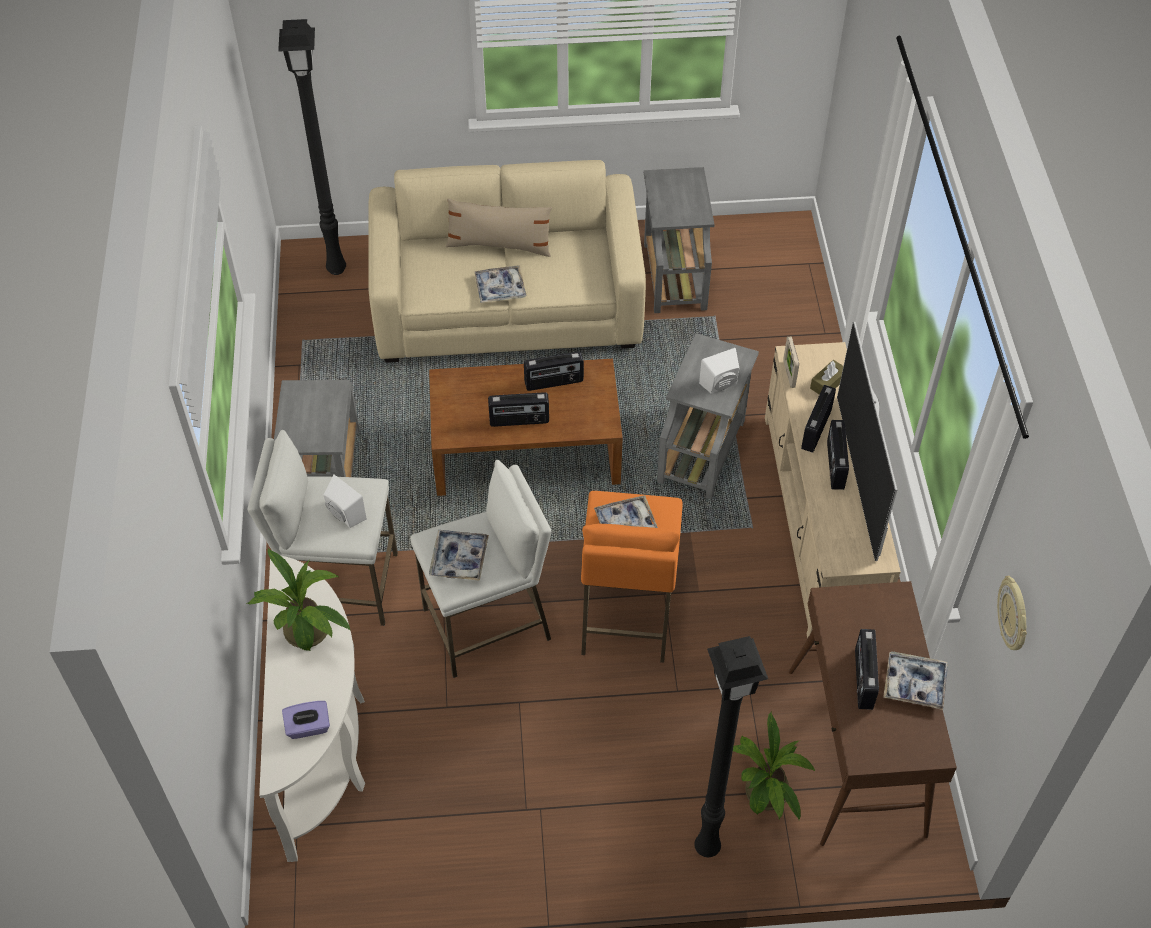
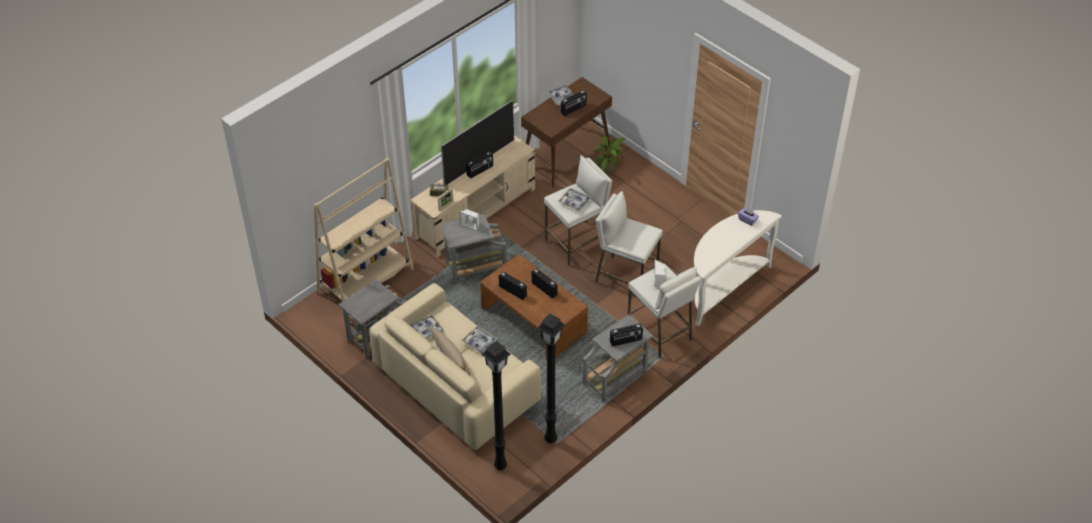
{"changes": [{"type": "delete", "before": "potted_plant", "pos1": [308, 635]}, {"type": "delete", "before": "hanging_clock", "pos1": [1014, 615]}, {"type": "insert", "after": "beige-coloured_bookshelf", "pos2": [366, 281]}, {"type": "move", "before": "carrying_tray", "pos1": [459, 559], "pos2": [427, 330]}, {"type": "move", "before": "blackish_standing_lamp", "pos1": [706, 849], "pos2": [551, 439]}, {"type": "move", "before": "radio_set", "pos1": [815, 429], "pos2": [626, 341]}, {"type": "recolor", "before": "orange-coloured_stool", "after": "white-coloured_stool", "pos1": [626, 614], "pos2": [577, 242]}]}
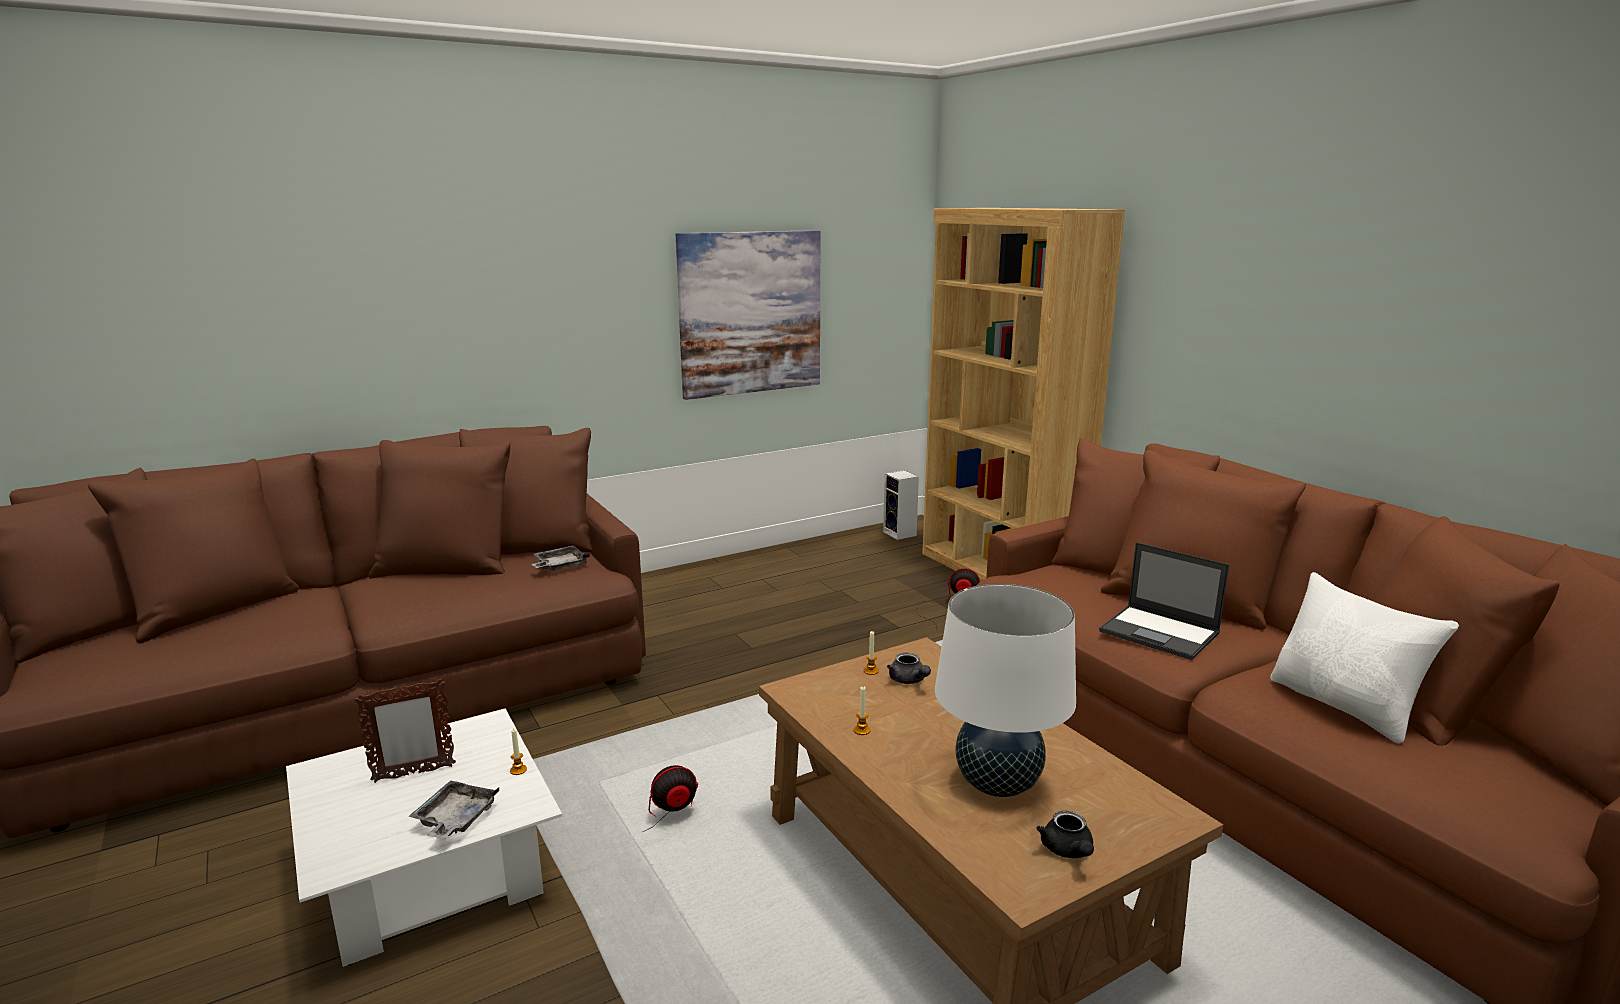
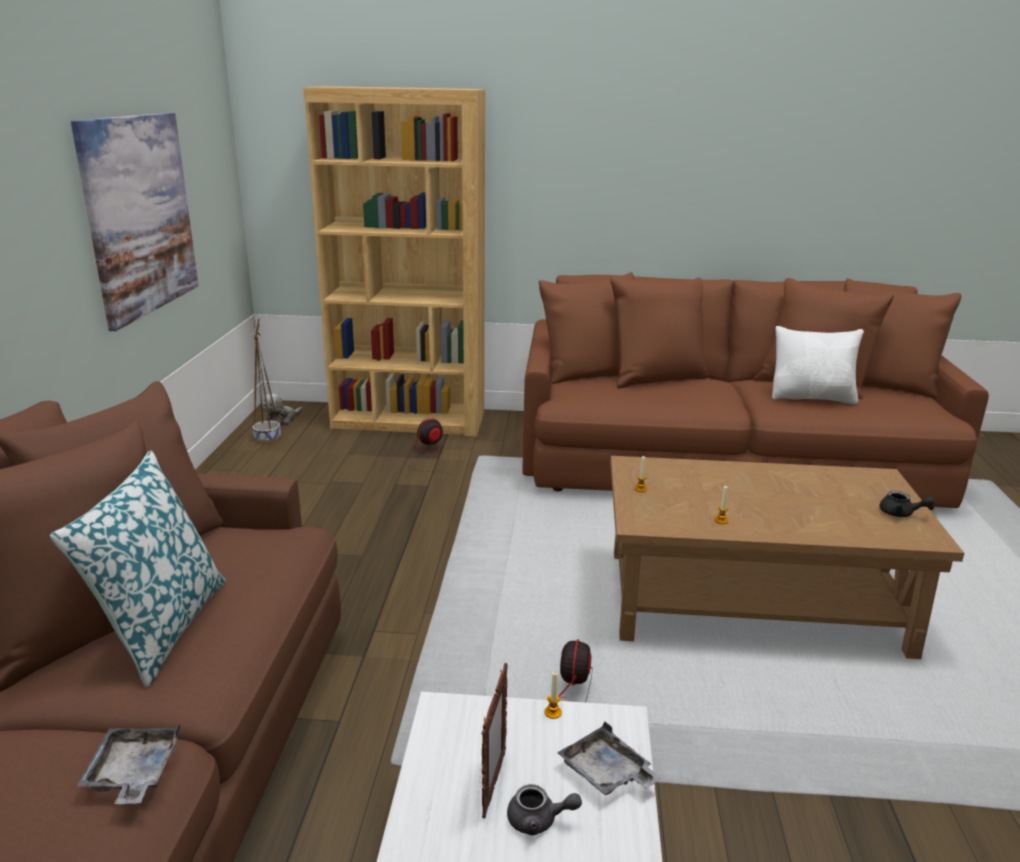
{"changes": [{"type": "delete", "before": "white-coloured_table_lamp", "pos1": [997, 784]}, {"type": "delete", "before": "laptop", "pos1": [1160, 633]}, {"type": "insert", "after": "pillow", "pos2": [161, 628]}, {"type": "insert", "after": "brown_flower_pot", "pos2": [268, 438]}, {"type": "move", "before": "greyish_carrying_tray", "pos1": [560, 566], "pos2": [133, 774]}, {"type": "move", "before": "greyish_tea_pot", "pos1": [909, 680], "pos2": [539, 820]}, {"type": "replace", "before": "speaker", "after": "soft_toy", "pos1": [901, 534], "pos2": [282, 420]}]}
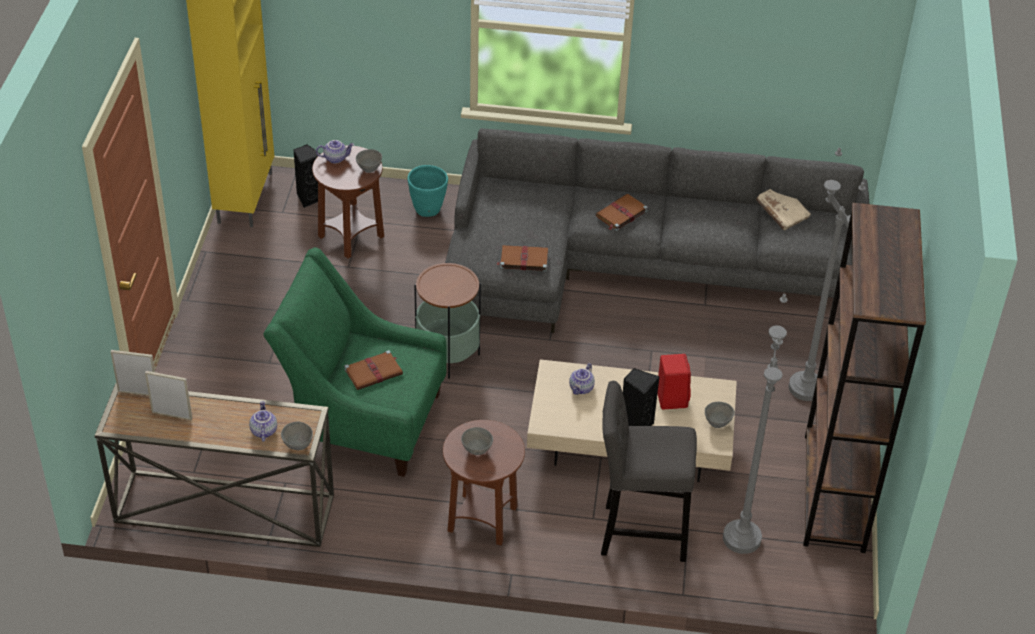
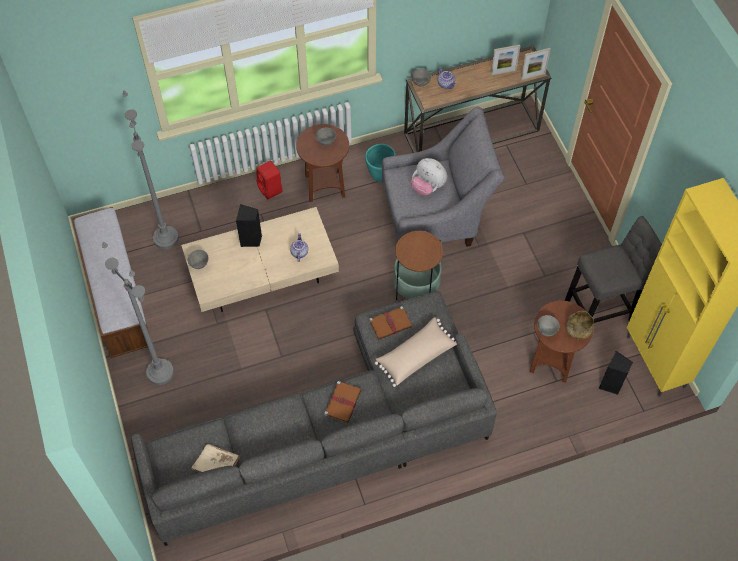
{"changes": [{"type": "insert", "after": "beige-coloured_pillow", "pos2": [415, 356]}, {"type": "move", "before": "blue-green_flower_pot", "pos1": [428, 210], "pos2": [380, 175]}, {"type": "move", "before": "greyish_stool", "pos1": [638, 533], "pos2": [601, 311]}, {"type": "move", "before": "red-coloured_speaker", "pos1": [671, 397], "pos2": [271, 190]}, {"type": "replace", "before": "tea_pot", "after": "beige-coloured_bowl", "pos1": [335, 158], "pos2": [578, 330]}, {"type": "replace", "before": "brown_bound_book", "after": "soft_toy", "pos1": [374, 372], "pos2": [427, 187]}, {"type": "replace", "before": "brown_bookshelf", "after": "bench", "pos1": [834, 493], "pos2": [117, 295]}, {"type": "recolor", "before": "greenish_armchair", "after": "greyish_armchair", "pos1": [362, 421], "pos2": [436, 218]}]}
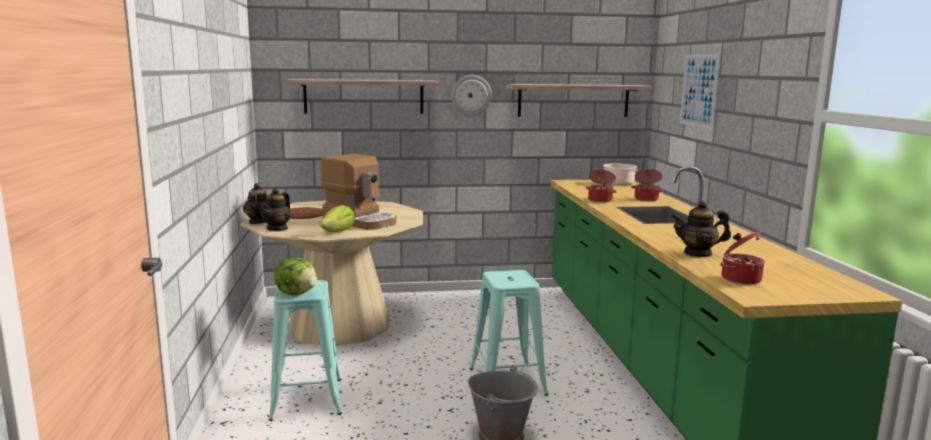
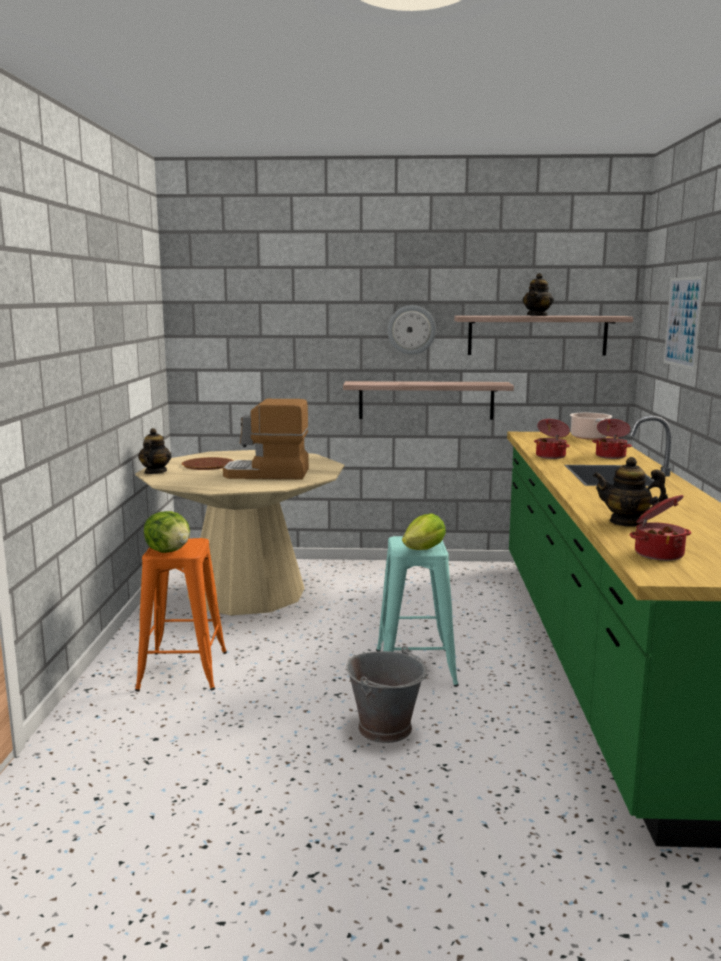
{"changes": [{"type": "move", "before": "tea_pot", "pos1": [277, 228], "pos2": [537, 315]}, {"type": "move", "before": "wall_shelf", "pos1": [364, 96], "pos2": [426, 400]}, {"type": "move", "before": "lettuce", "pos1": [338, 232], "pos2": [424, 549]}, {"type": "recolor", "before": "blue-green_stool", "after": "orange-coloured_stool", "pos1": [306, 399], "pos2": [183, 670]}, {"type": "rotate", "before": "coffee_machine", "pos1": [361, 221], "pos2": [267, 474], "turn": 135}]}
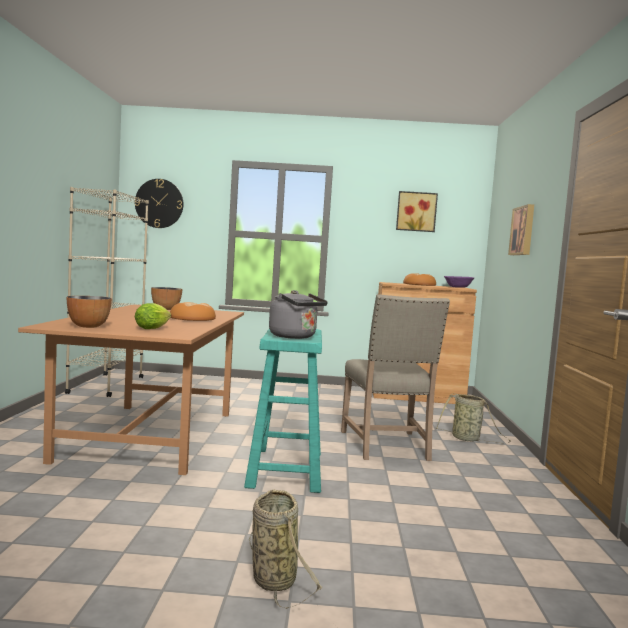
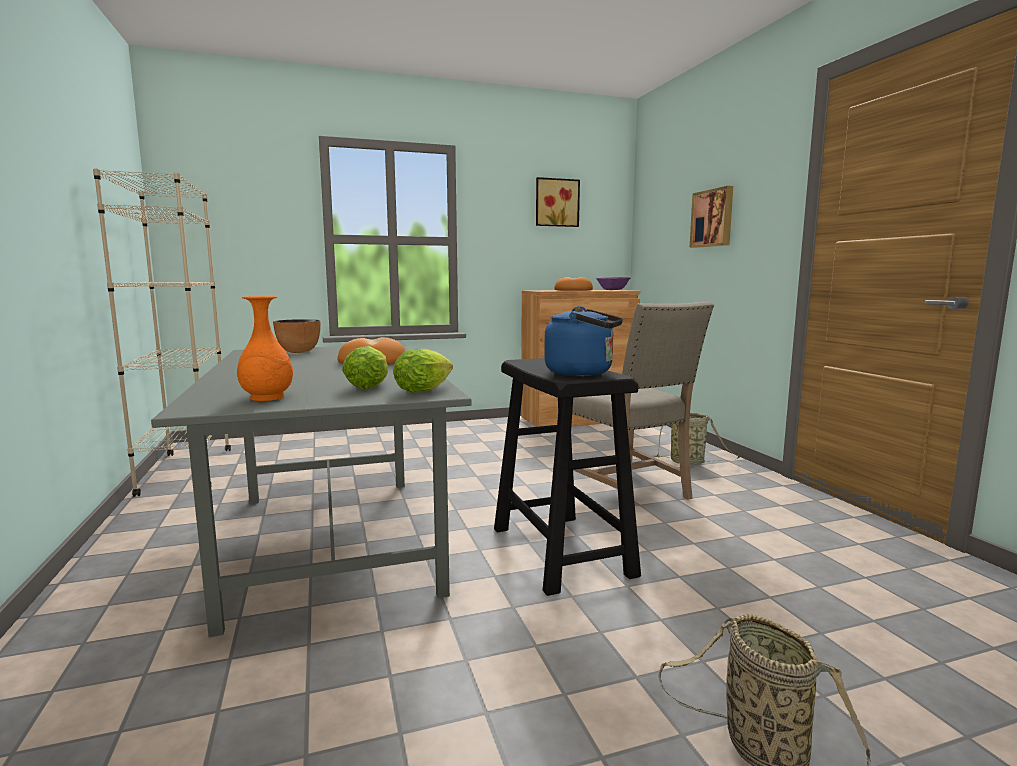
{"changes": [{"type": "delete", "before": "hanging_clock", "pos1": [159, 203]}, {"type": "insert", "after": "lettuce", "pos2": [426, 390]}, {"type": "replace", "before": "bowl", "after": "orange-coloured_flower_vase", "pos1": [88, 326], "pos2": [267, 398]}, {"type": "recolor", "before": "brown_kitchen_table", "after": "greyish_kitchen_table", "pos1": [151, 436], "pos2": [334, 541]}, {"type": "recolor", "before": "blue-green_stool", "after": "blackish_stool", "pos1": [285, 469], "pos2": [561, 551]}, {"type": "recolor", "before": "greyish_water_kettle", "after": "blue_water_kettle", "pos1": [295, 337], "pos2": [583, 373]}]}
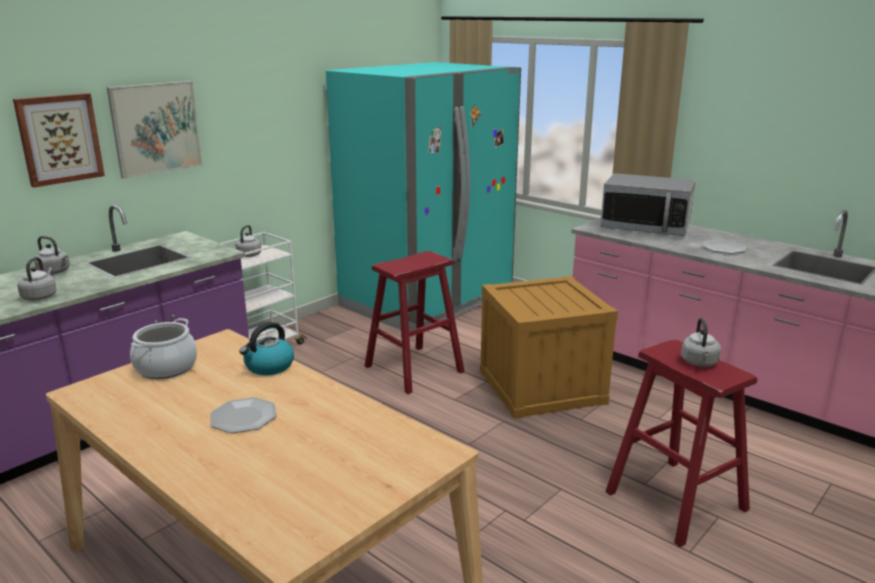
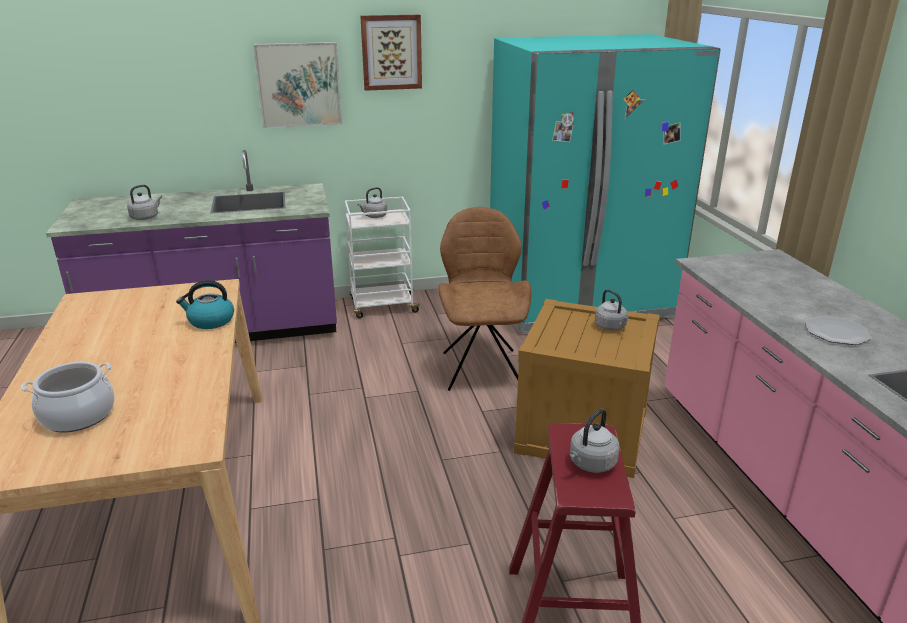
{"changes": [{"type": "delete", "before": "dinner_plate", "pos1": [243, 417]}, {"type": "delete", "before": "microwave", "pos1": [645, 227]}, {"type": "move", "before": "wall_picture", "pos1": [59, 139], "pos2": [391, 52]}, {"type": "move", "before": "greyish_water_kettle", "pos1": [55, 272], "pos2": [611, 327]}, {"type": "move", "before": "saucepot", "pos1": [166, 367], "pos2": [78, 415]}, {"type": "replace", "before": "red-coloured_stool", "after": "brown_plain_chair", "pos1": [414, 369], "pos2": [481, 368]}]}
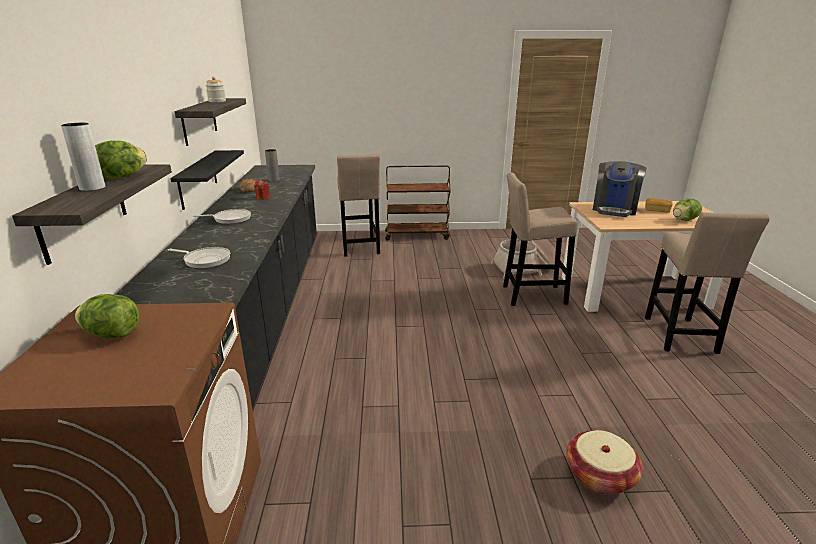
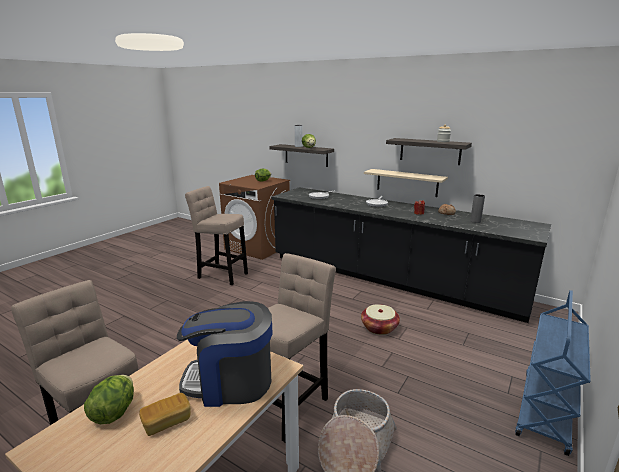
{"changes": [{"type": "move", "before": "beige-coloured_stool", "pos1": [360, 248], "pos2": [221, 275]}, {"type": "move", "before": "storage_basket", "pos1": [600, 475], "pos2": [379, 328]}, {"type": "recolor", "before": "blackish_wall_shelf", "after": "beige-coloured_wall_shelf", "pos1": [198, 179], "pos2": [407, 182]}, {"type": "recolor", "before": "brown_trolley", "after": "blue_trolley", "pos1": [417, 235], "pos2": [545, 412]}, {"type": "rotate", "before": "coffee_machine", "pos1": [614, 209], "pos2": [230, 381], "turn": -60}]}
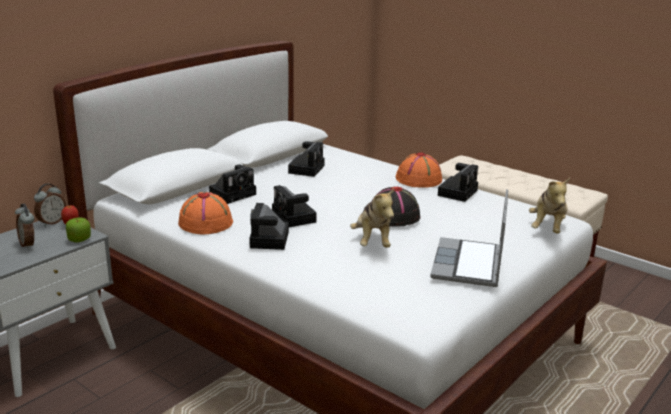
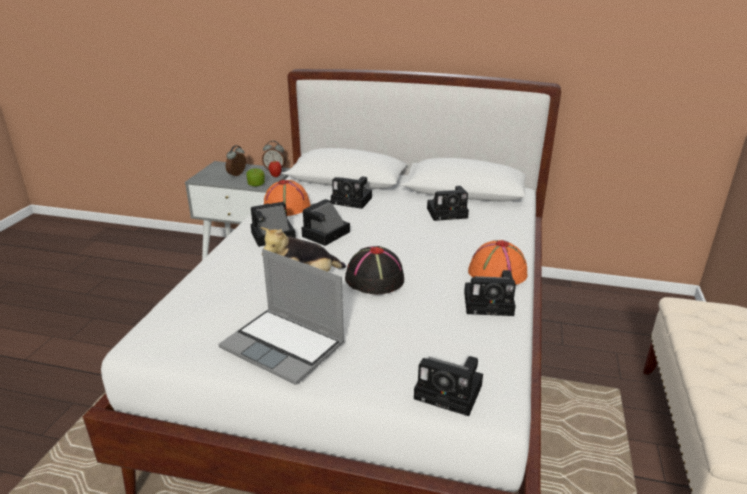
{"changes": [{"type": "replace", "before": "soft_toy", "after": "still_camera", "pos1": [547, 228], "pos2": [451, 392]}, {"type": "rotate", "before": "laptop", "pos1": [468, 265], "pos2": [285, 346], "turn": -135}]}
